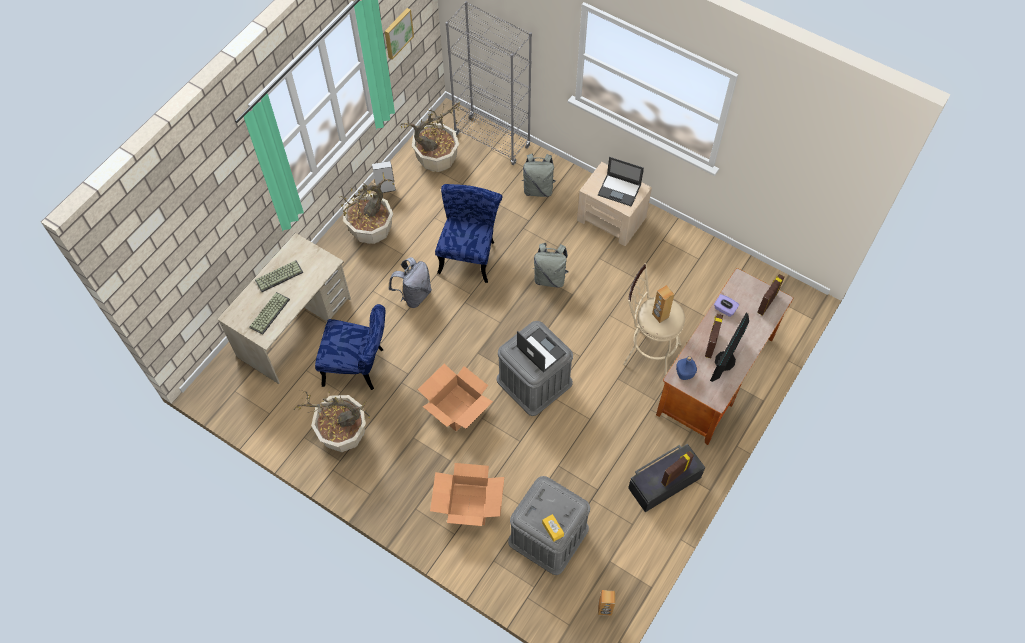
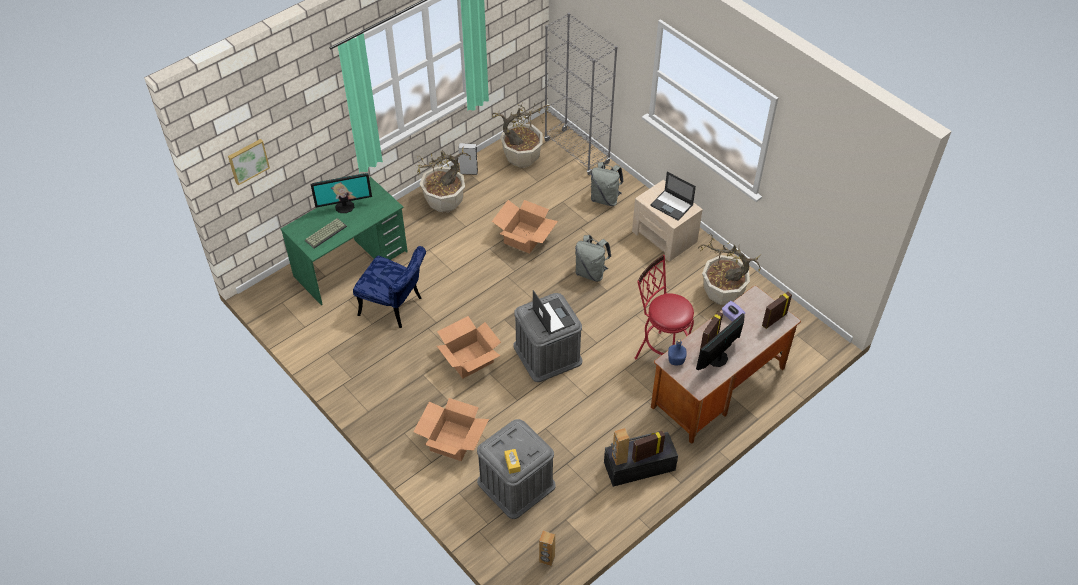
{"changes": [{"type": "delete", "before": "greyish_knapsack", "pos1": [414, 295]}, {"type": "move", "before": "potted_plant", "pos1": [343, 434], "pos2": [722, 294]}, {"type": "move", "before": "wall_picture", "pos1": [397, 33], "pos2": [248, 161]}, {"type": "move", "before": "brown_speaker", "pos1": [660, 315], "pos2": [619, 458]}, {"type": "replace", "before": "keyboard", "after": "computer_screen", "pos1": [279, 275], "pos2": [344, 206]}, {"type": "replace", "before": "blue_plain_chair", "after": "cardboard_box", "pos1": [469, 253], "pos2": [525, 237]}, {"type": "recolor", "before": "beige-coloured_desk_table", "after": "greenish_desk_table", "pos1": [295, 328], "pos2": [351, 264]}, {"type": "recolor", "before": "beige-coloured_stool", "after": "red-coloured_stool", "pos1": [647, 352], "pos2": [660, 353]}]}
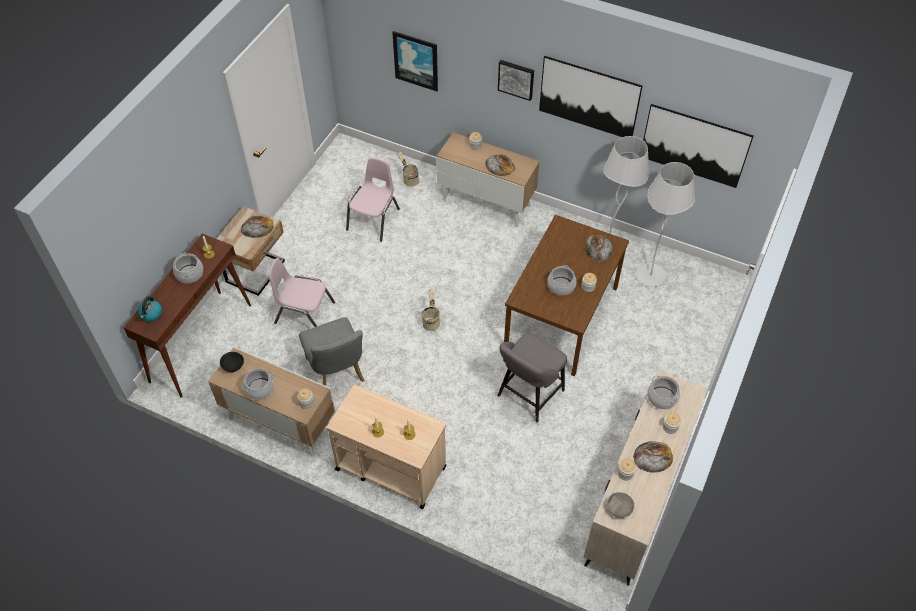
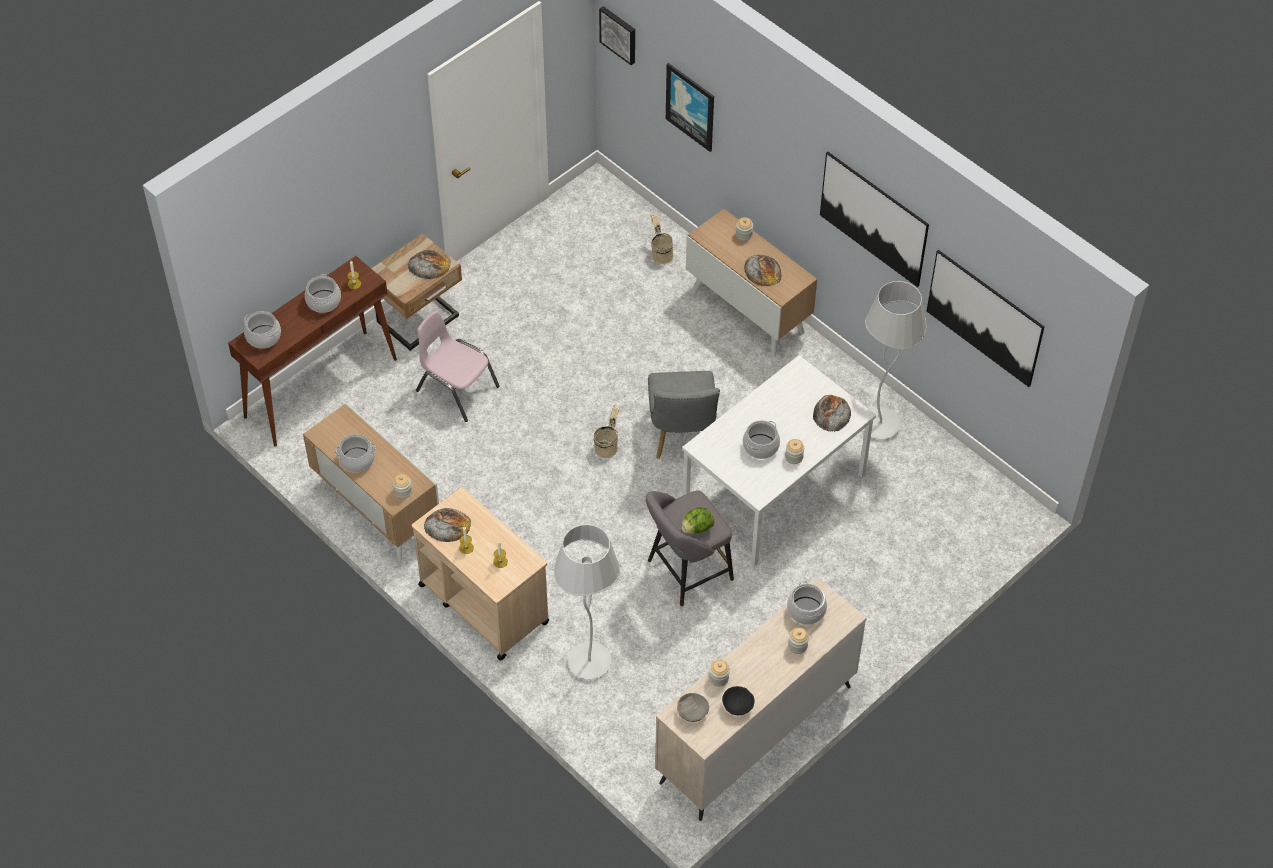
{"changes": [{"type": "delete", "before": "pinkish_plain_chair", "pos1": [374, 219]}, {"type": "insert", "after": "lettuce", "pos2": [697, 528]}, {"type": "move", "before": "blackish_bowl", "pos1": [232, 365], "pos2": [737, 705]}, {"type": "move", "before": "greyish_plain_chair", "pos1": [337, 373], "pos2": [681, 437]}, {"type": "move", "before": "wall_picture", "pos1": [516, 79], "pos2": [619, 34]}, {"type": "move", "before": "baked_bread", "pos1": [653, 456], "pos2": [447, 525]}, {"type": "move", "before": "white-coloured_standing_lamp", "pos1": [650, 276], "pos2": [589, 662]}, {"type": "replace", "before": "water_kettle", "after": "saucepot", "pos1": [151, 314], "pos2": [263, 337]}, {"type": "recolor", "before": "brown_kitchen_table", "after": "white-coloured_kitchen_table", "pos1": [561, 316], "pos2": [774, 489]}]}
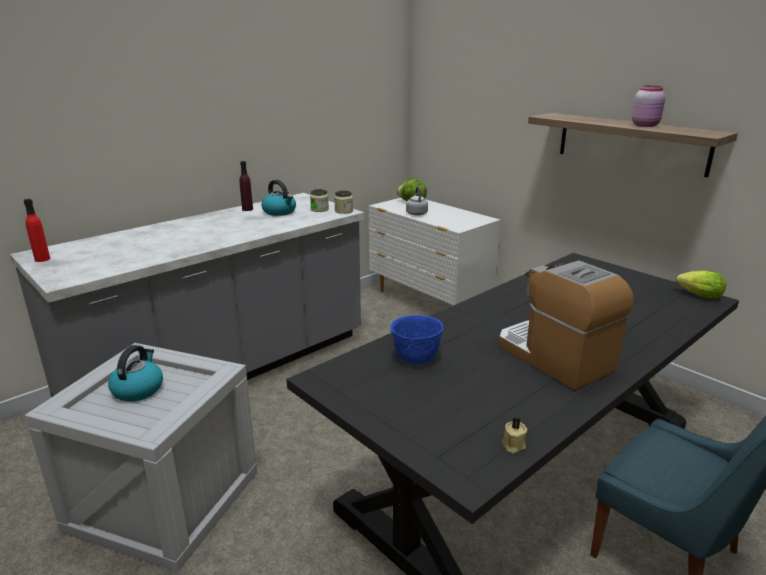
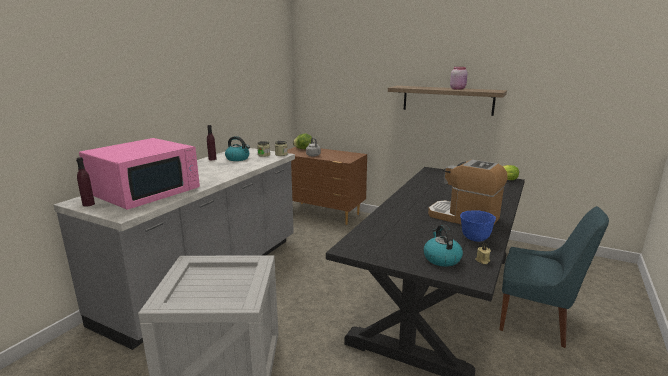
{"changes": [{"type": "insert", "after": "pinkish_microwave", "pos2": [146, 192]}, {"type": "move", "before": "water_kettle", "pos1": [138, 389], "pos2": [441, 258]}, {"type": "move", "before": "blue_bowl", "pos1": [415, 359], "pos2": [475, 239]}, {"type": "recolor", "before": "red-coloured_beverage_bottle", "after": "purple-coloured_beverage_bottle", "pos1": [42, 259], "pos2": [88, 204]}, {"type": "recolor", "before": "white-coloured_drawer_chest", "after": "brown_drawer_chest", "pos1": [429, 301], "pos2": [323, 214]}]}
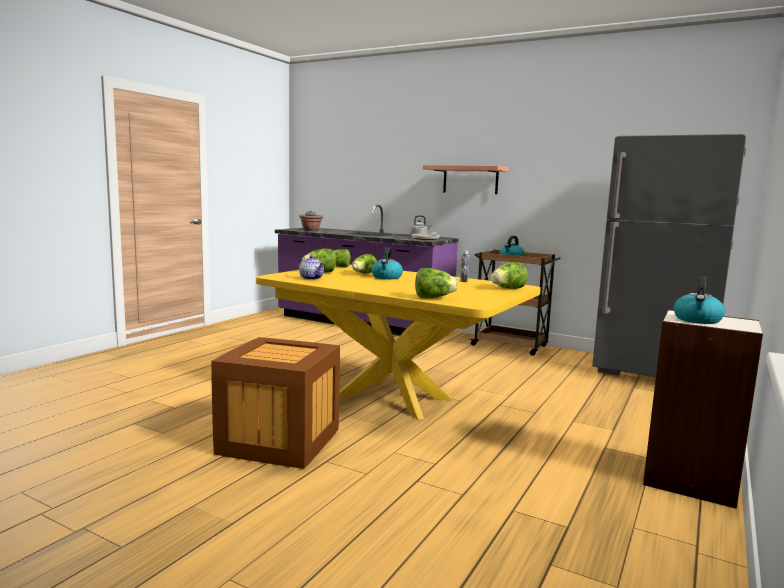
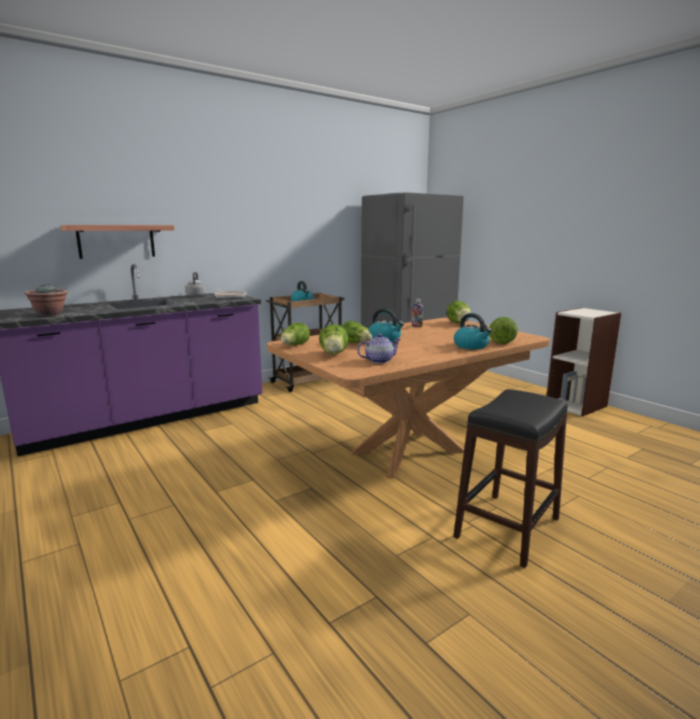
{"changes": [{"type": "move", "before": "wall_shelf", "pos1": [470, 180], "pos2": [116, 241]}, {"type": "move", "before": "water_kettle", "pos1": [697, 320], "pos2": [471, 346]}, {"type": "replace", "before": "crate", "after": "blackish_stool", "pos1": [279, 442], "pos2": [508, 527]}, {"type": "recolor", "before": "yellowish_kitchen_table", "after": "brown_kitchen_table", "pos1": [392, 397], "pos2": [407, 451]}]}
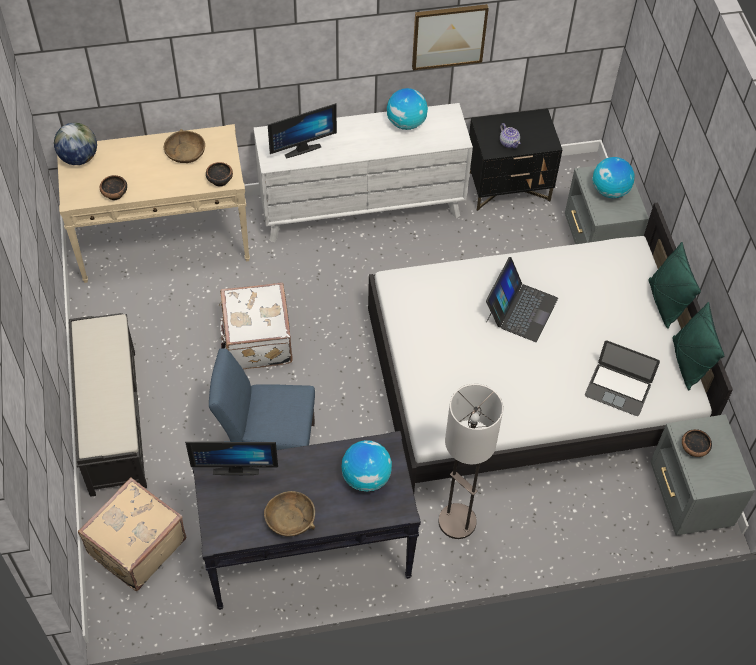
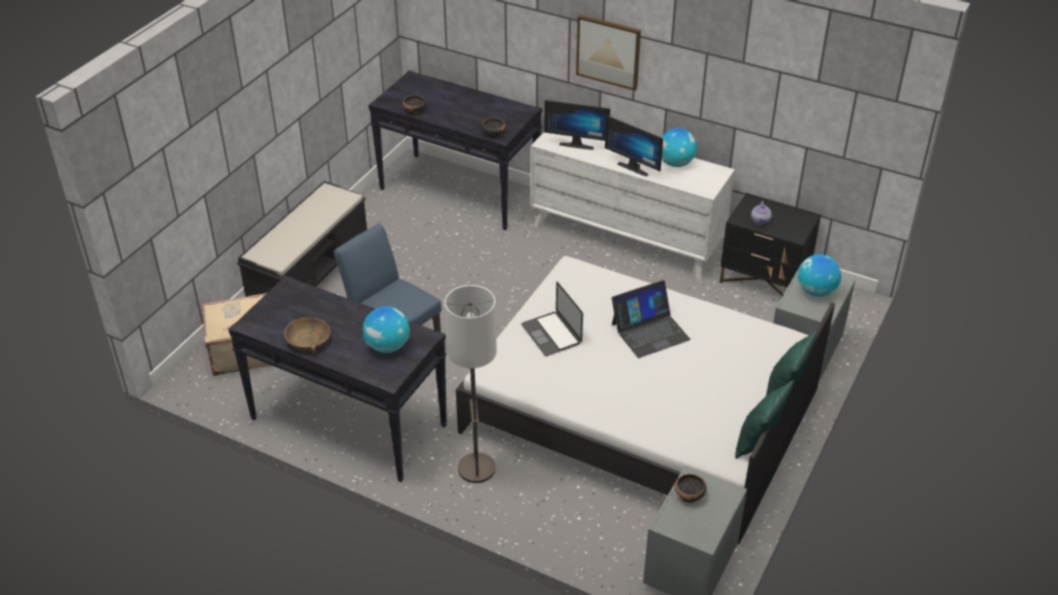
{"changes": [{"type": "delete", "before": "world_globe", "pos1": [79, 158]}, {"type": "delete", "before": "brown_bowl", "pos1": [185, 152]}, {"type": "delete", "before": "white-coloured_piece_of_luggage", "pos1": [256, 341]}, {"type": "move", "before": "computer_screen", "pos1": [236, 467], "pos2": [635, 167]}, {"type": "move", "before": "wall_picture", "pos1": [448, 36], "pos2": [608, 51]}, {"type": "move", "before": "laptop", "pos1": [618, 389], "pos2": [551, 334]}, {"type": "recolor", "before": "beige-coloured_console_table", "after": "blackish_console_table", "pos1": [164, 241], "pos2": [459, 191]}]}
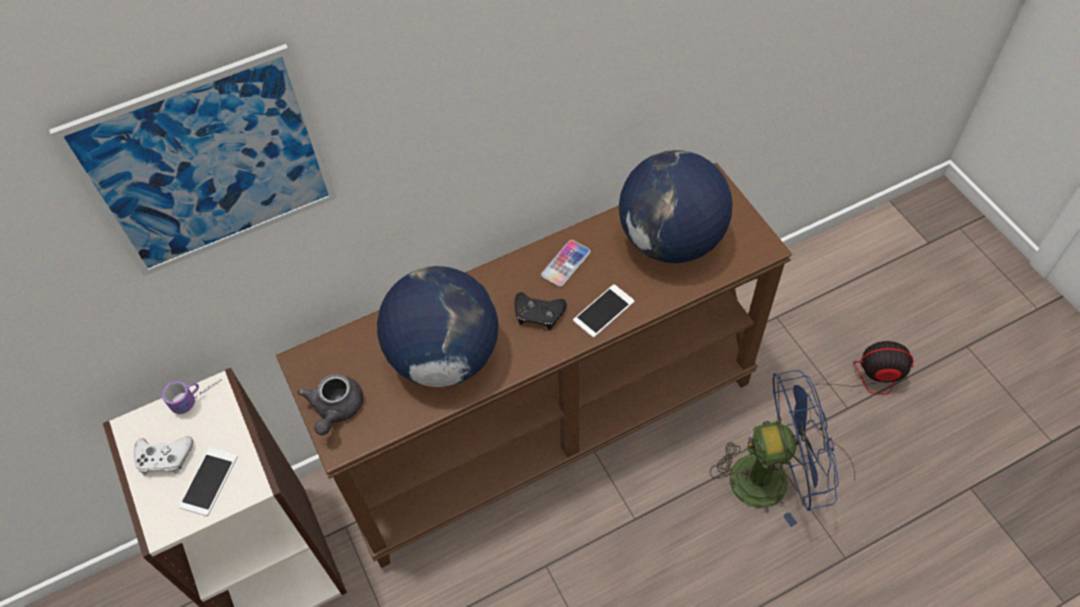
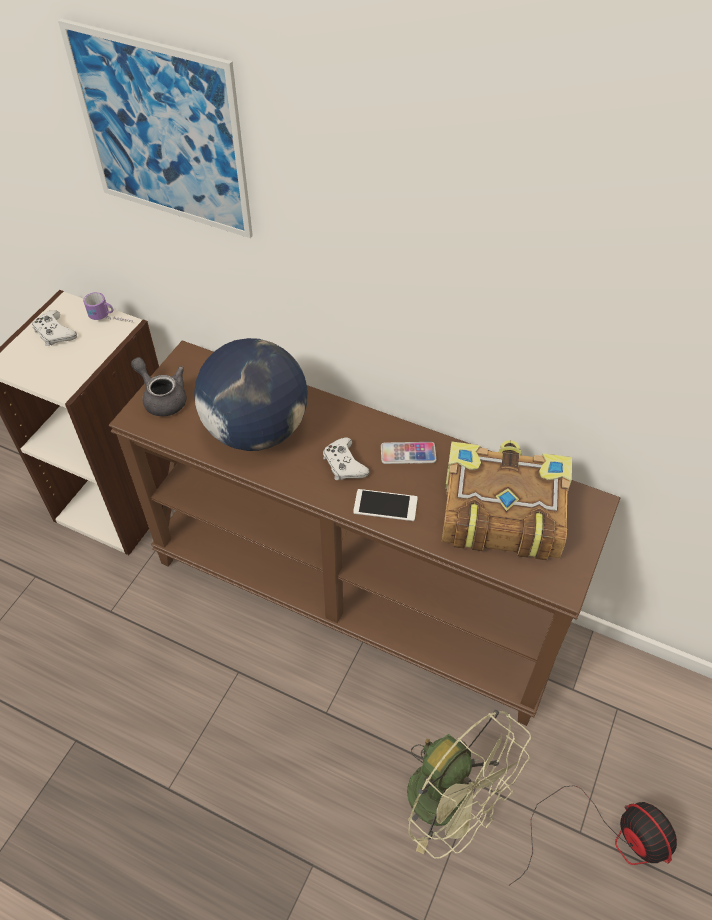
{"changes": [{"type": "delete", "before": "telephone", "pos1": [208, 481]}, {"type": "replace", "before": "world_globe", "after": "bound_book", "pos1": [671, 241], "pos2": [500, 511]}, {"type": "recolor", "before": "blackish_game_controller", "after": "white-coloured_game_controller", "pos1": [538, 314], "pos2": [344, 464]}, {"type": "recolor", "before": "blue_fan", "after": "greenish_fan", "pos1": [771, 476], "pos2": [452, 803]}, {"type": "rotate", "before": "greyish_tea_pot", "pos1": [336, 410], "pos2": [162, 398], "turn": 75}]}
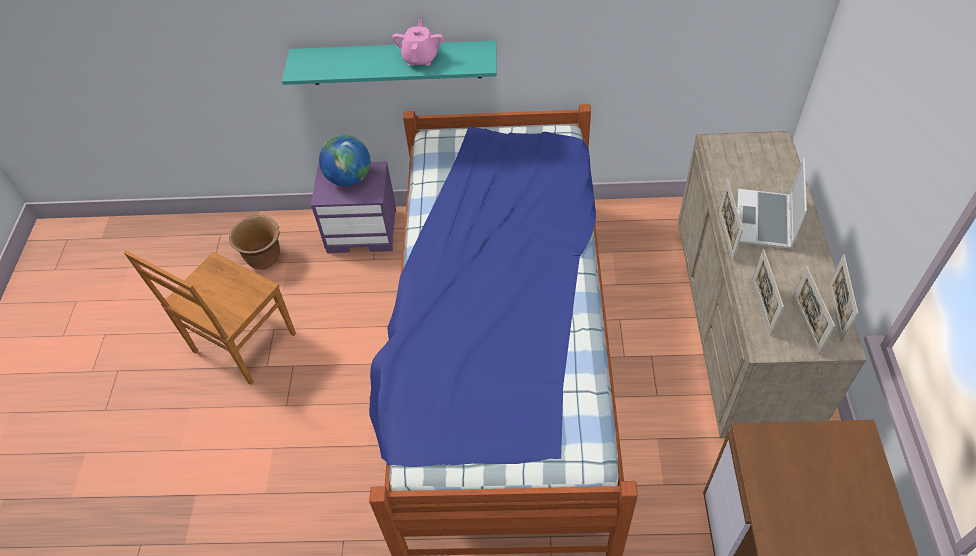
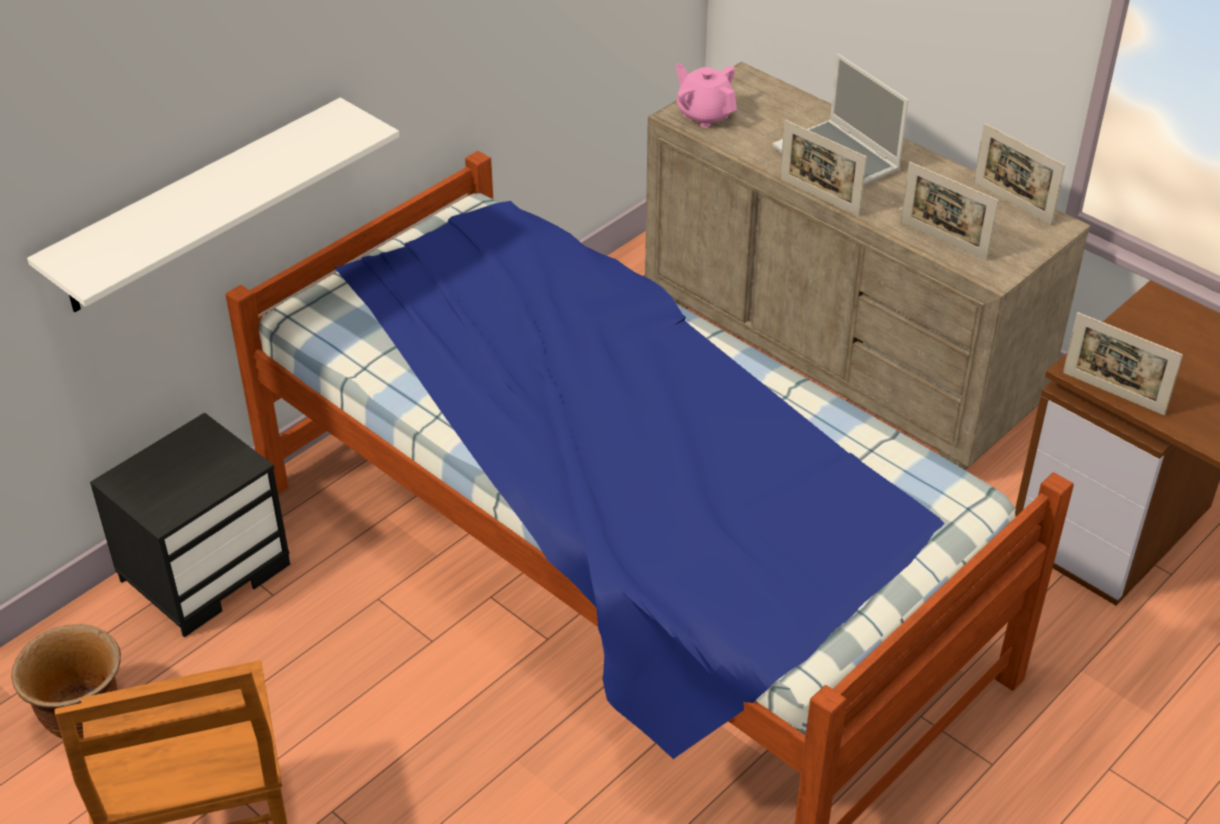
{"changes": [{"type": "delete", "before": "world_globe", "pos1": [349, 178]}, {"type": "move", "before": "pinkish_tea_pot", "pos1": [420, 58], "pos2": [705, 114]}, {"type": "move", "before": "picture_frame", "pos1": [805, 325], "pos2": [1113, 393]}, {"type": "recolor", "before": "blue-green_wall_shelf", "after": "white-coloured_wall_shelf", "pos1": [395, 62], "pos2": [199, 206]}, {"type": "recolor", "before": "purple-coloured_nightstand", "after": "blackish_nightstand", "pos1": [363, 230], "pos2": [205, 570]}]}
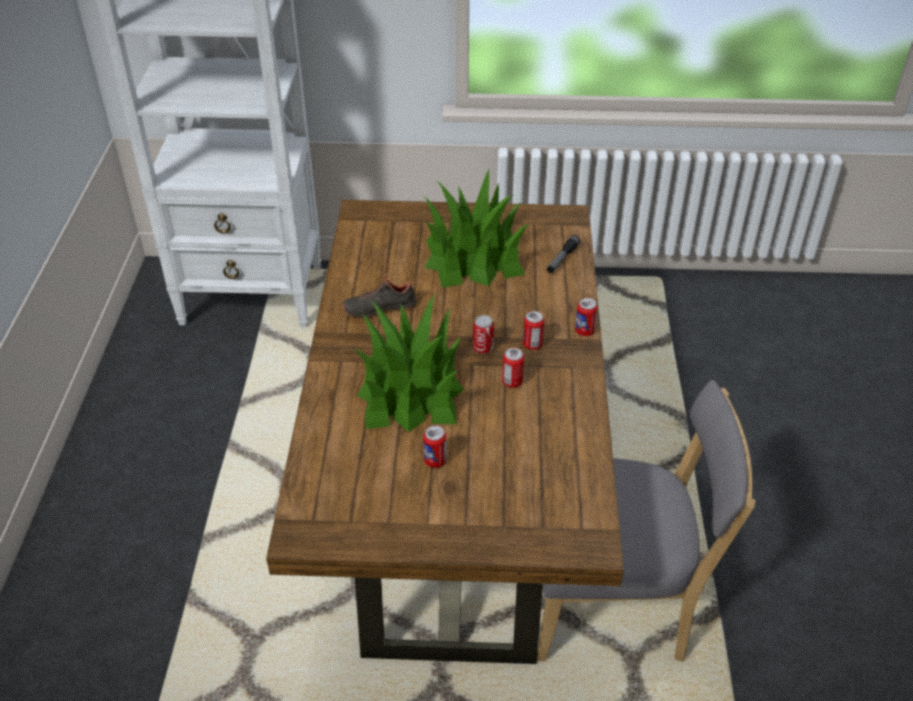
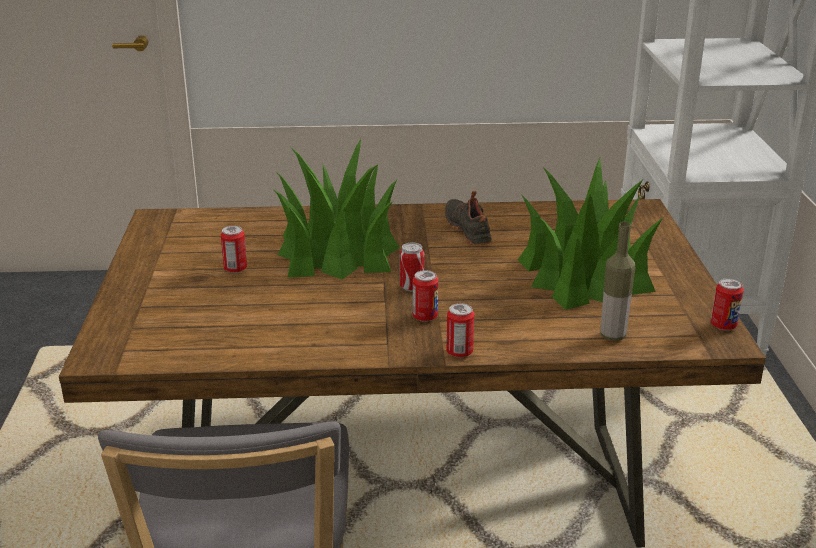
{"changes": [{"type": "move", "before": "metal_can", "pos1": [512, 382], "pos2": [723, 326]}, {"type": "replace", "before": "flashlight", "after": "beverage_bottle", "pos1": [562, 259], "pos2": [612, 335]}]}
